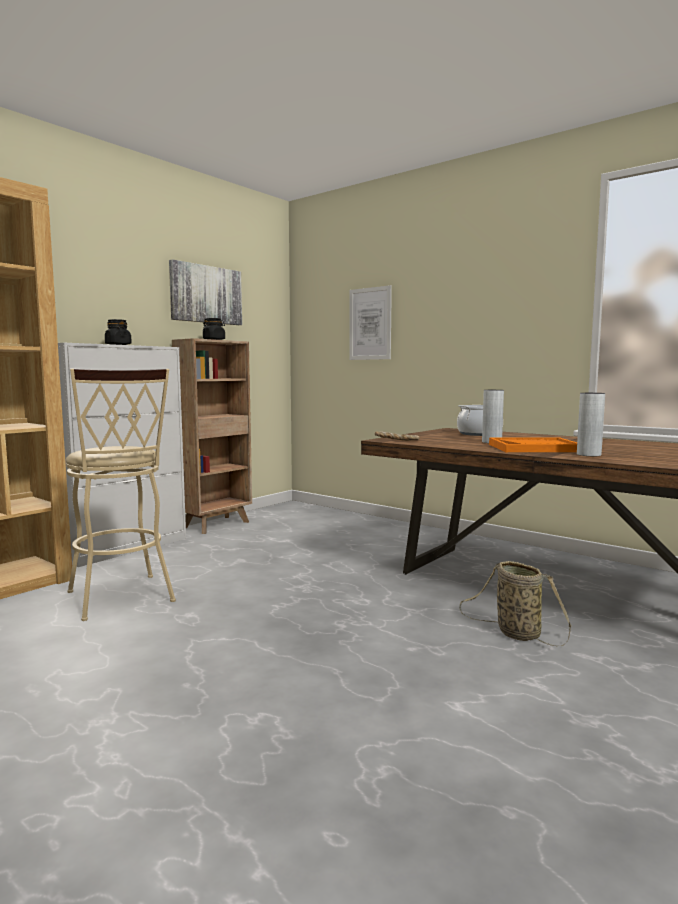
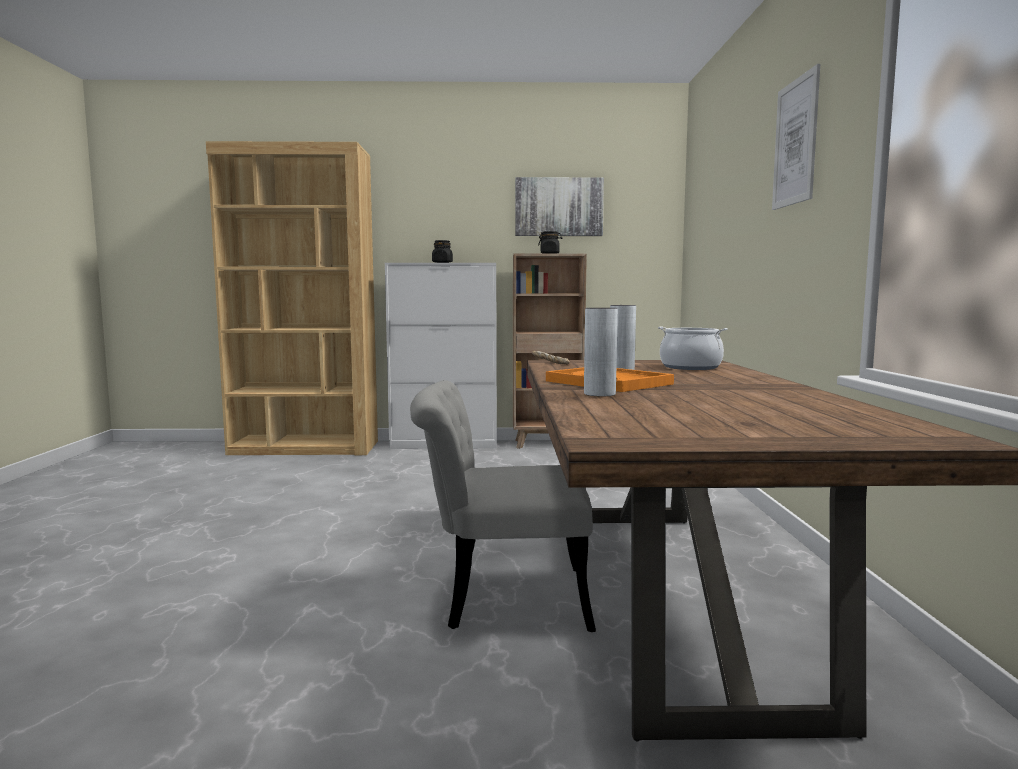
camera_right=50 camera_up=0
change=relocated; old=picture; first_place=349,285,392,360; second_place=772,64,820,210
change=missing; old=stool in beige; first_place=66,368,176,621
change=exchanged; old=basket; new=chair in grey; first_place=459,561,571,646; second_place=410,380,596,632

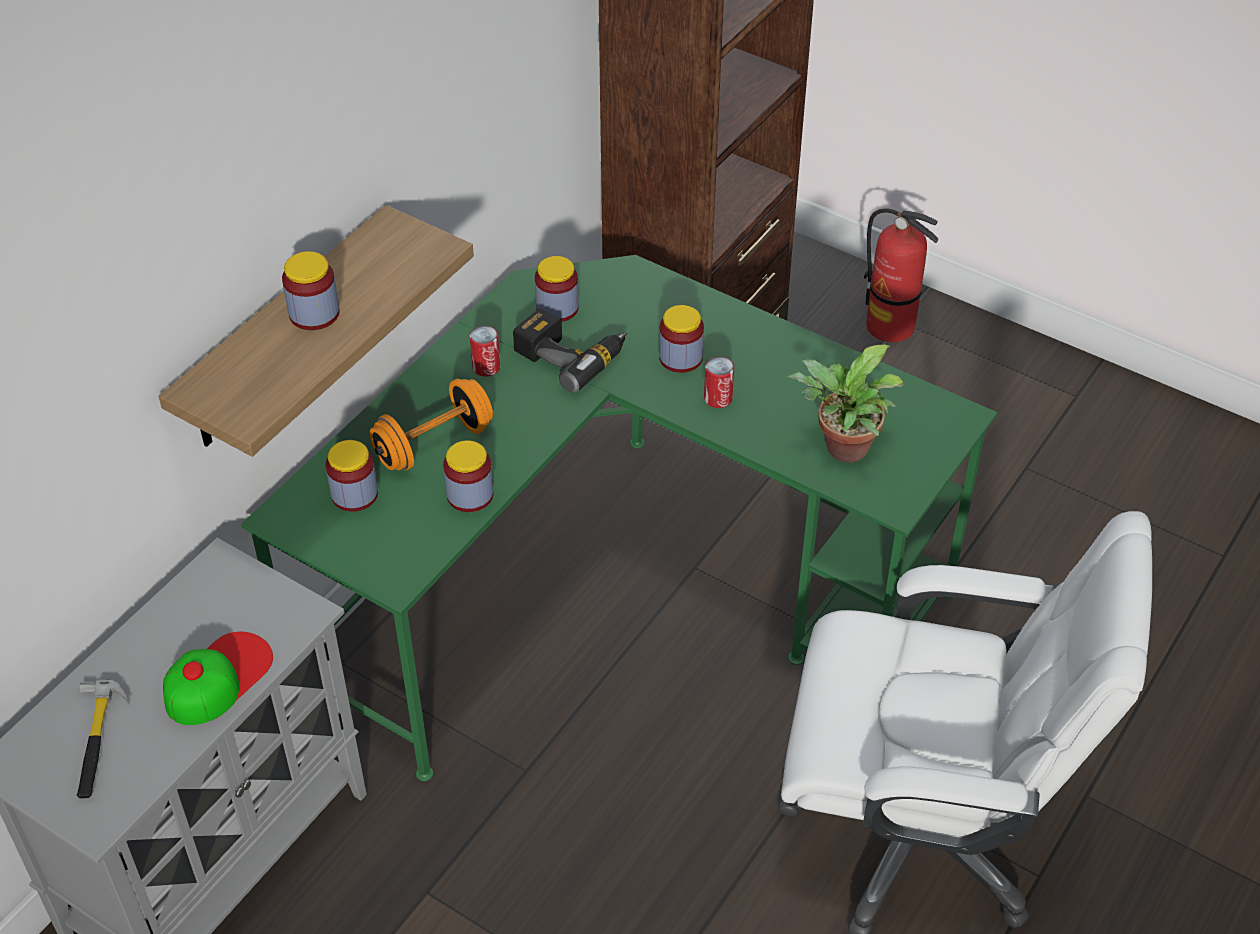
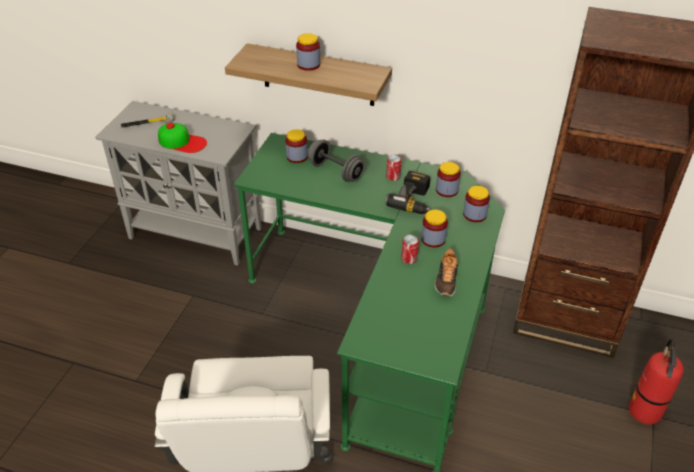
camera_right=75 camera_up=-5
change=missing; old=potted plant; first_place=788,344,904,462
change=colour; old=dumbbell in orange; new=dumbbell in grey; first_place=370,379,493,470; second_place=308,140,365,182
change=relocated; old=jar; first_place=443,440,493,512; second_place=463,186,490,222
change=appeared; new=shoe; second_place=434,248,458,297

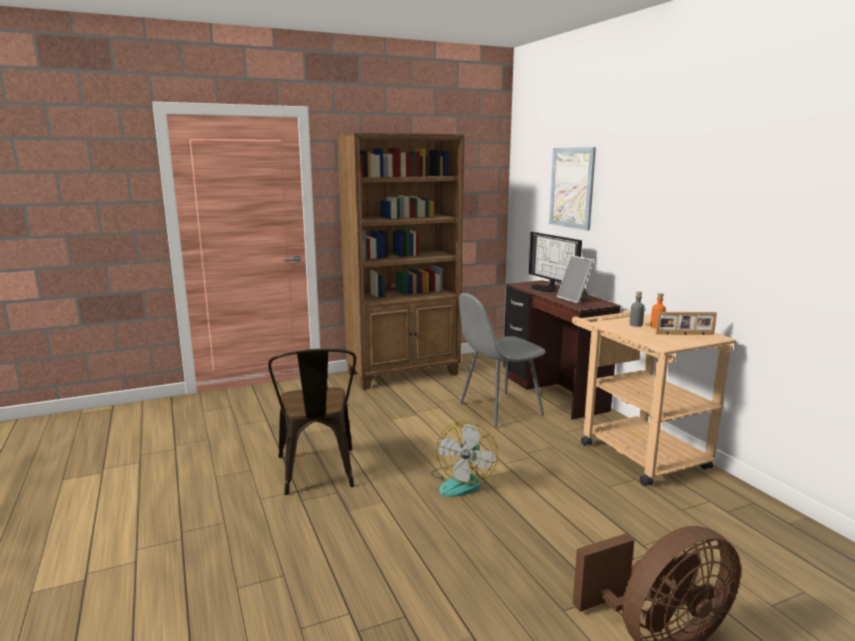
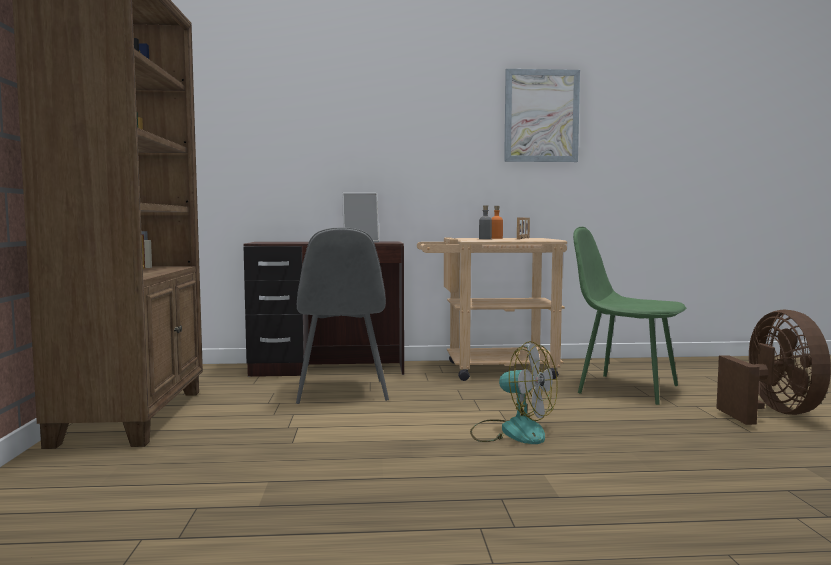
camera_right=-70 camera_up=-10
change=relocated; old=picture; first_place=549,147,596,231; second_place=504,69,580,162
change=missing; old=monitor; first_place=529,232,582,292
change=missing; old=chair in brown; first_place=268,349,356,495
change=appeared; new=chair in green; second_place=573,227,686,405

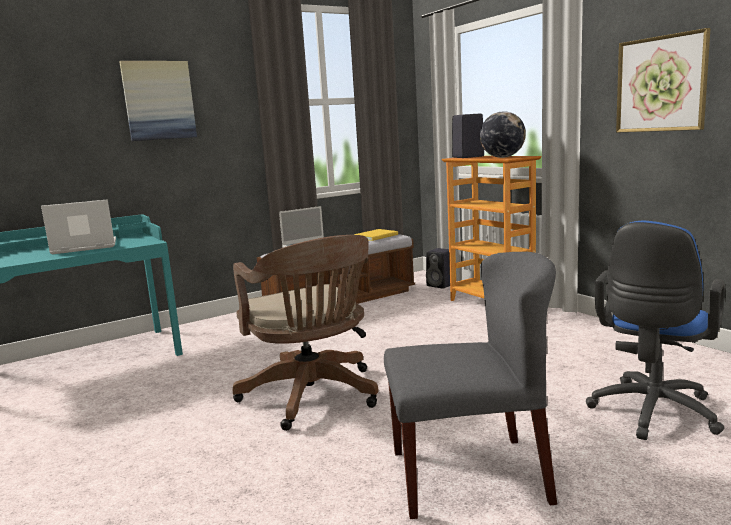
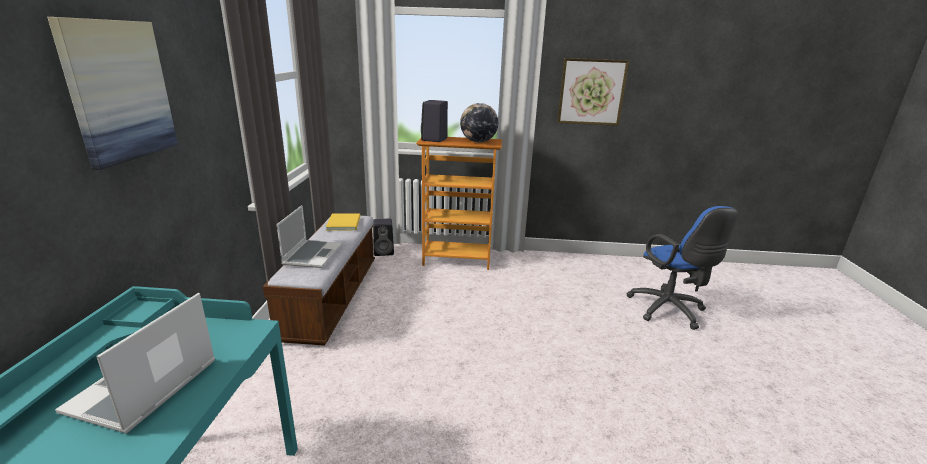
camera_right=-55 camera_up=10
change=missing; old=office chair in brown; first_place=233,235,379,431
change=missing; old=chair in grey; first_place=384,252,557,519

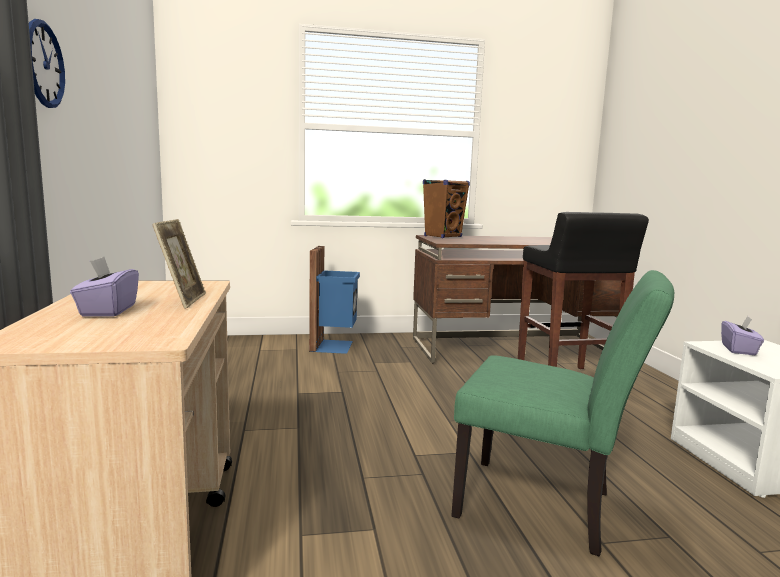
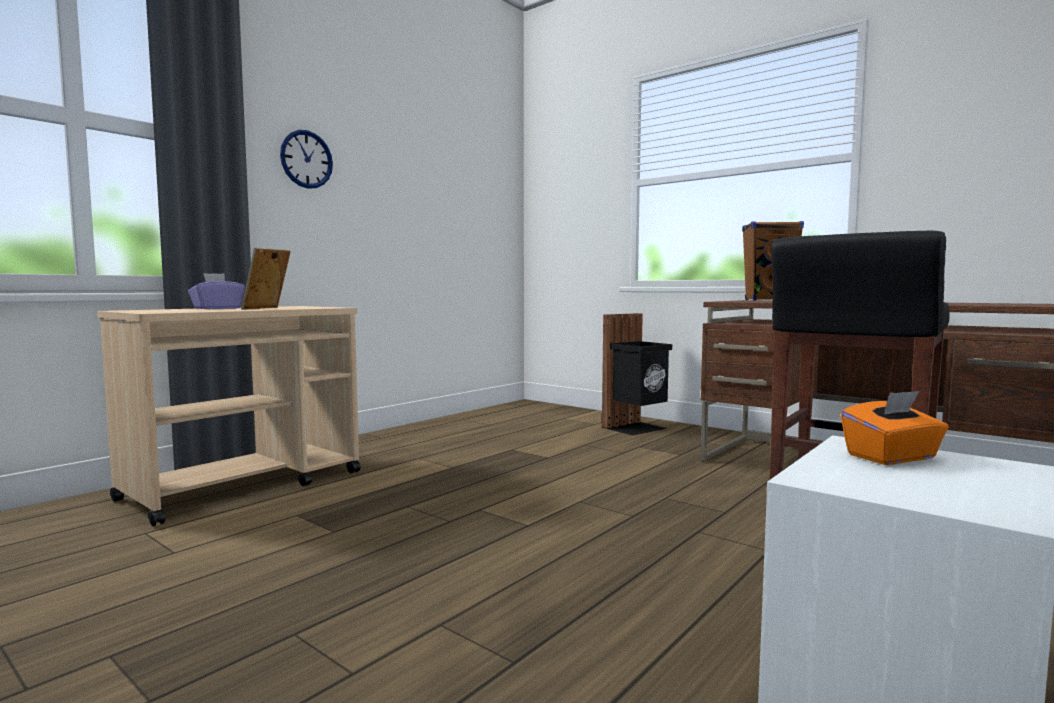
camera_right=50 camera_up=-5
change=spun; old=picture frame; first_place=152,219,206,309; second_place=241,248,291,310; degrees=150
change=colour; old=trash can in blue; new=trash can in black; first_place=309,246,360,354; second_place=601,313,672,436
change=missing; old=chair in green; first_place=451,270,674,556
change=colour; old=tissue box in purple; new=tissue box in orange; first_place=721,316,764,355; second_place=841,391,949,465

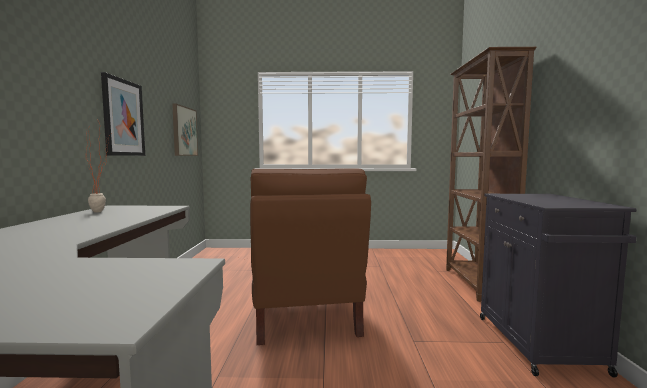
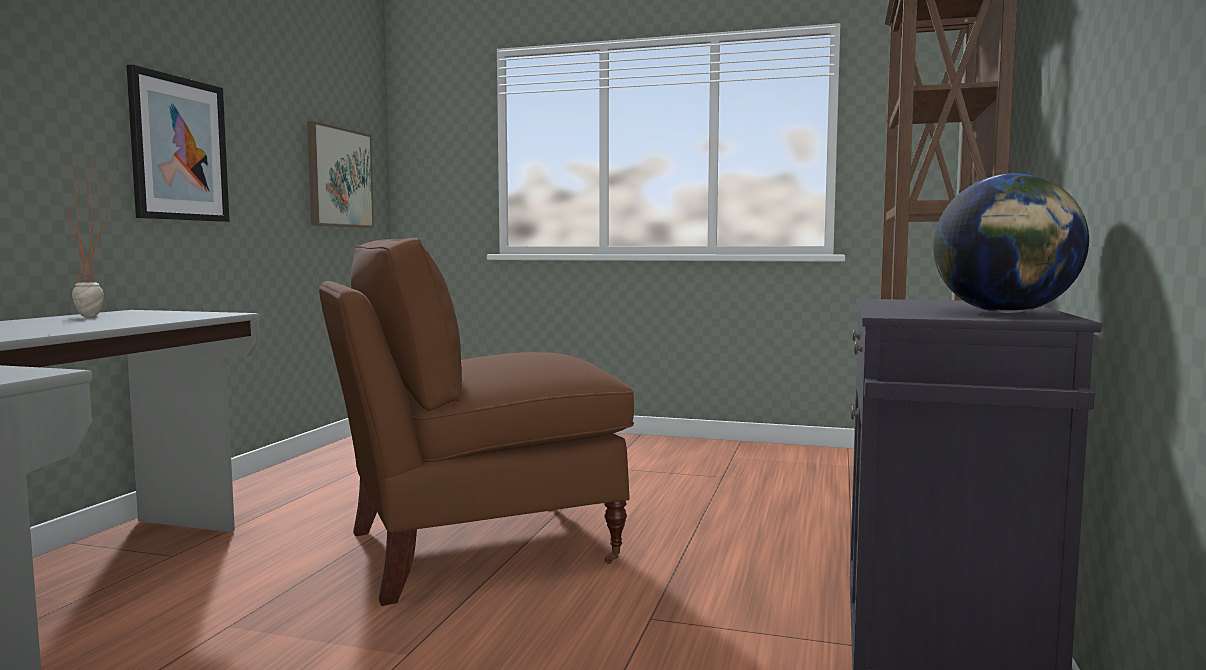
camera_right=15 camera_up=0
change=spun; old=chair in brown; first_place=250,168,371,345; second_place=319,238,634,606; degrees=60
change=appeared; new=globe; second_place=933,173,1089,313

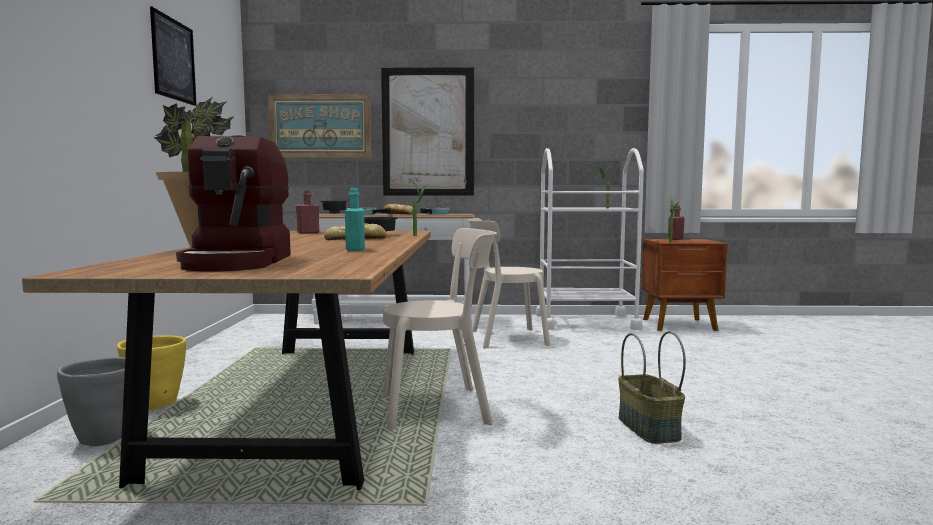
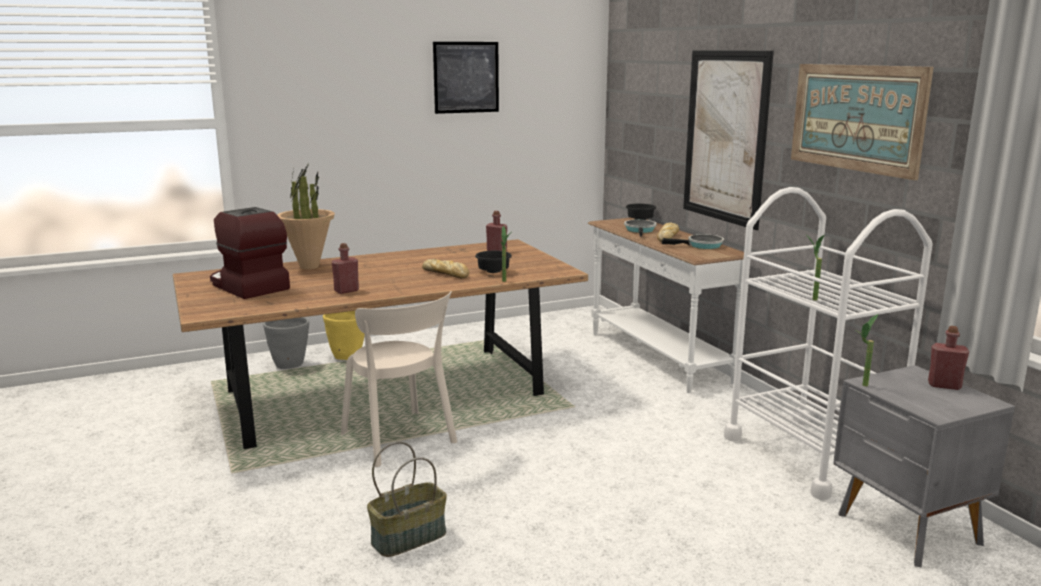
camera_right=65 camera_up=10
change=relocated; old=picture; first_place=268,94,371,158; second_place=791,64,934,180
change=spun; old=coffee machine; first_place=176,135,291,272; second_place=210,207,290,299; degrees=75
change=colour; old=bottle in turquoise; new=bottle in red; first_place=345,188,365,251; second_place=332,243,359,294
change=missing; old=chair in beige; first_place=468,218,550,348
change=colour; old=nightstand in brown; new=nightstand in grey; first_place=641,239,728,331; second_place=833,365,1015,567

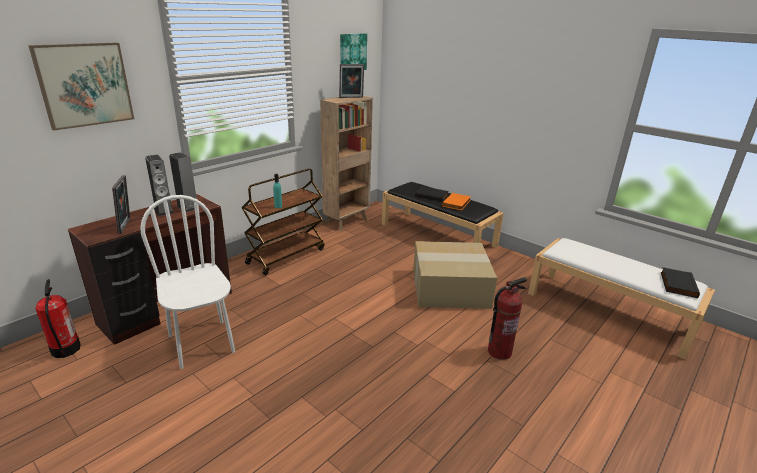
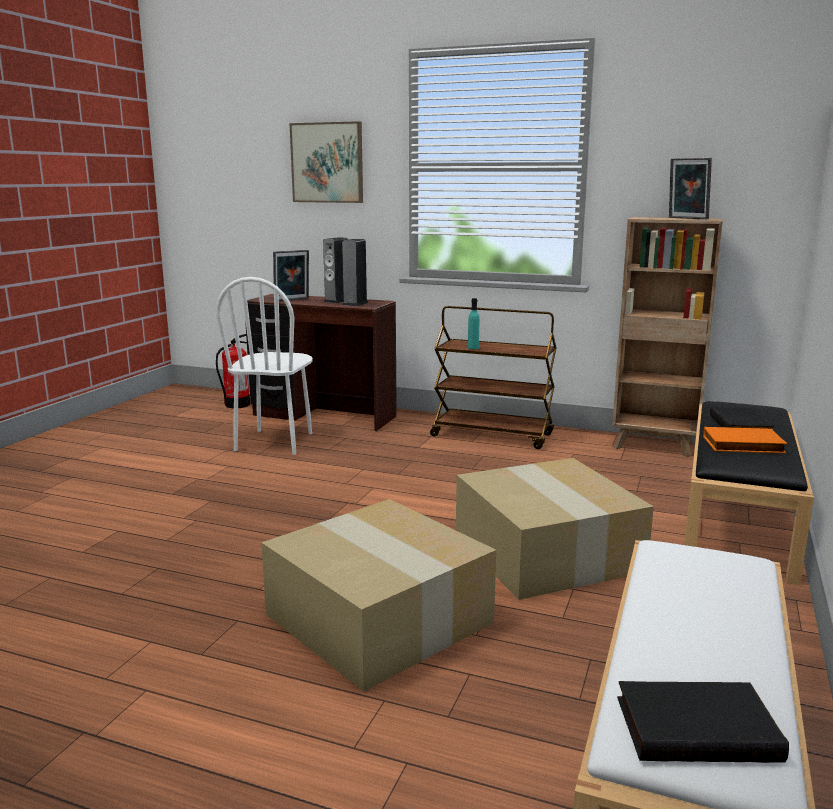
camera_right=70 camera_up=-10
change=missing; old=picture; first_place=340,33,367,70
change=spun; old=chair in white; first_place=140,195,235,369; second_place=216,277,313,455; degrees=150
change=exchanged; old=fire extinguisher; new=cardboard box; first_place=488,277,527,360; second_place=261,499,496,692

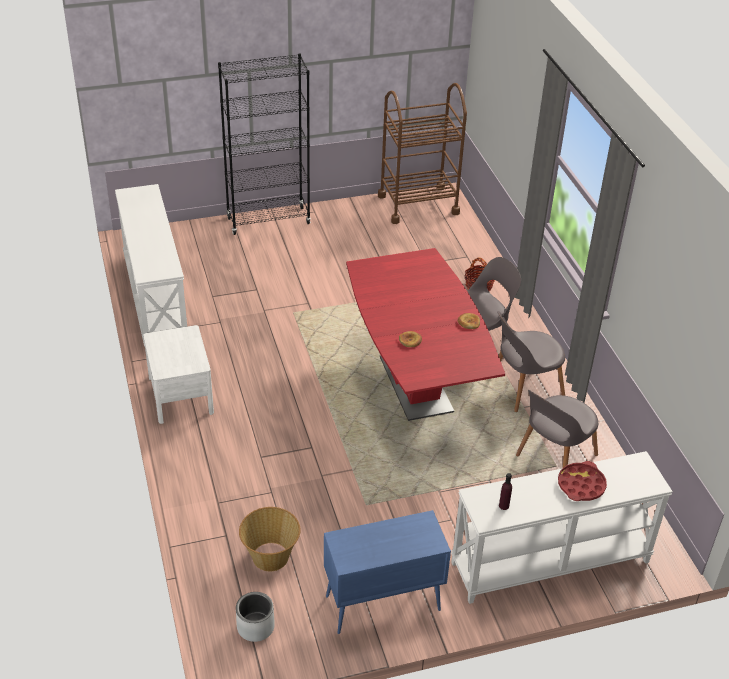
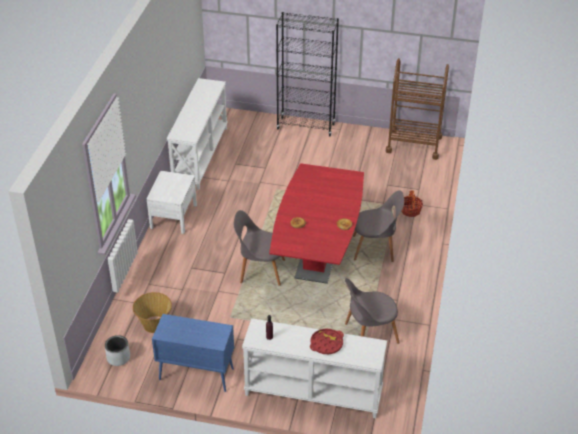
camera_right=30 camera_up=0
change=relocated; old=chair in grey; first_place=497,311,565,412; second_place=234,210,285,286

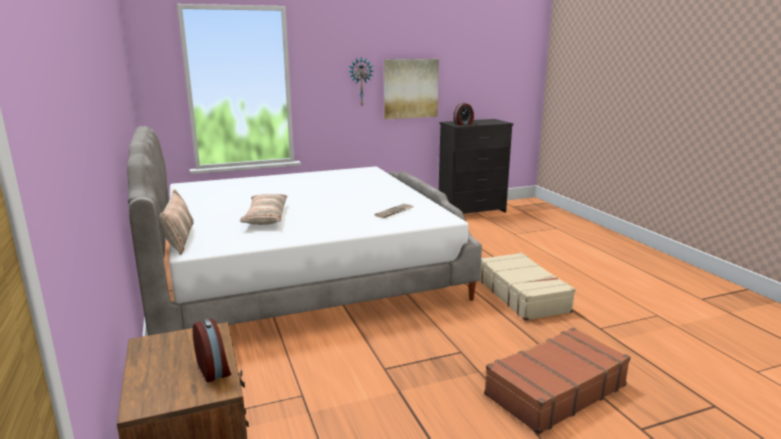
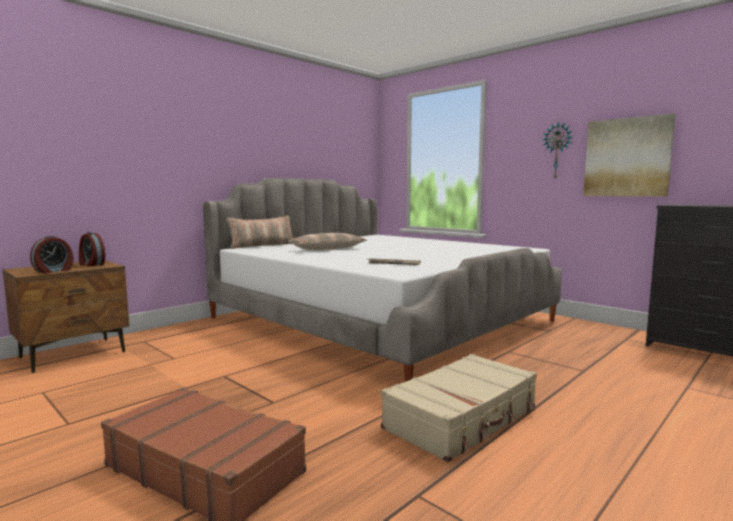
camera_right=65 camera_up=-10
change=relocated; old=alarm clock; first_place=453,103,474,125; second_place=79,232,105,266

